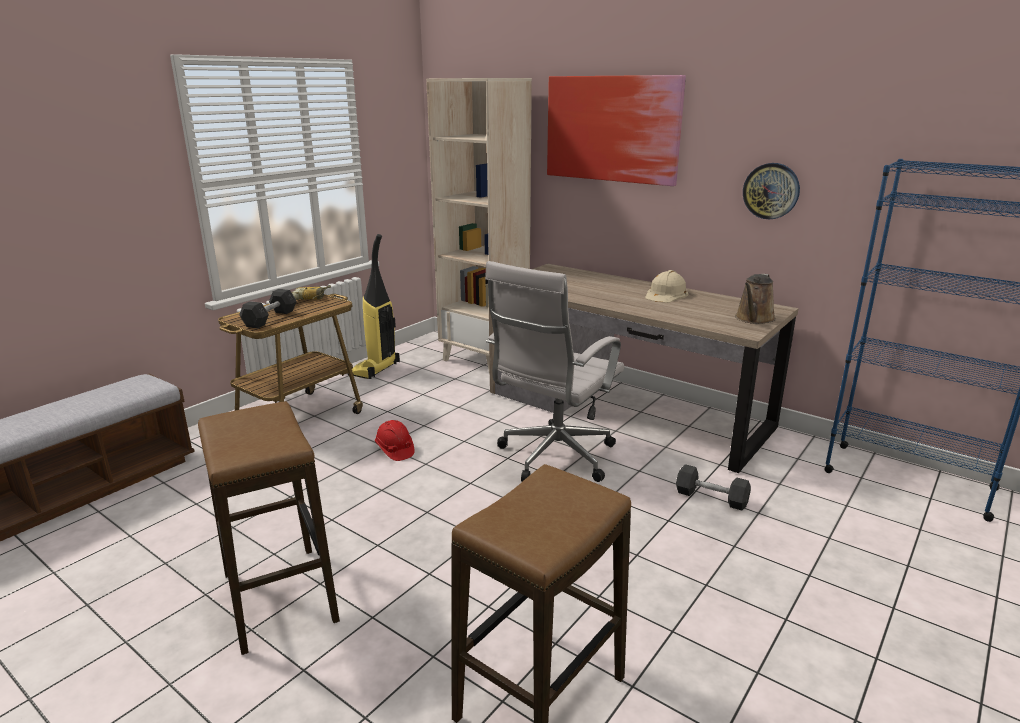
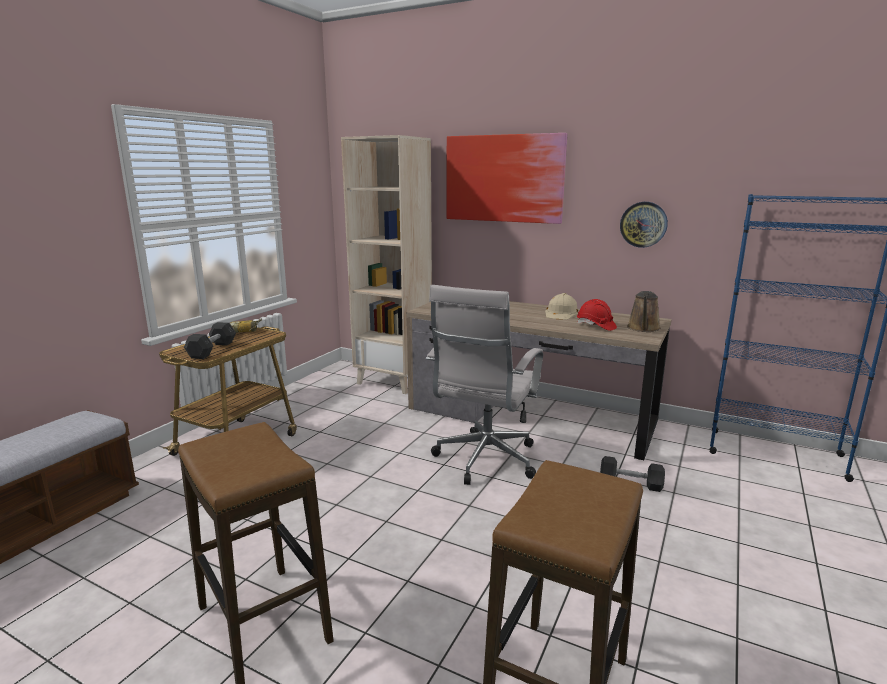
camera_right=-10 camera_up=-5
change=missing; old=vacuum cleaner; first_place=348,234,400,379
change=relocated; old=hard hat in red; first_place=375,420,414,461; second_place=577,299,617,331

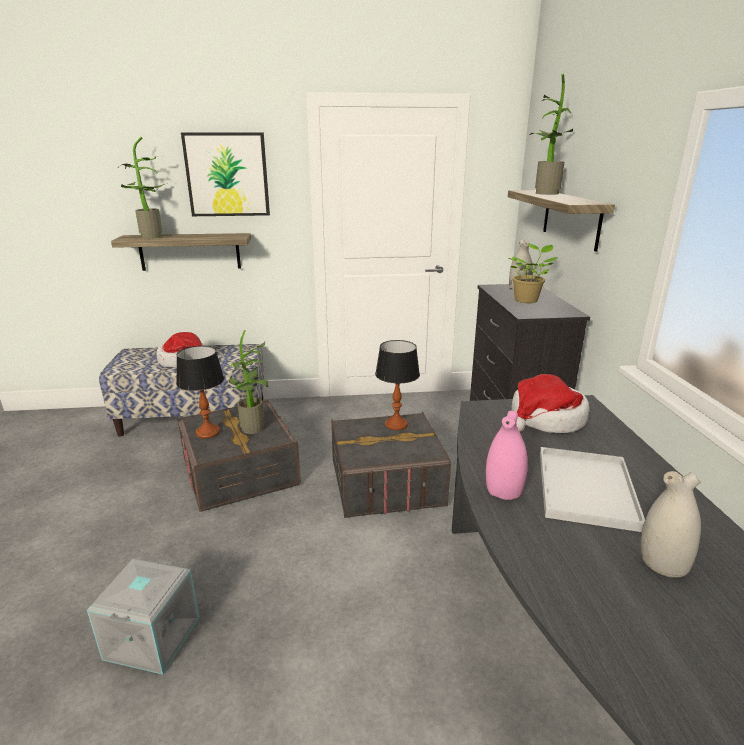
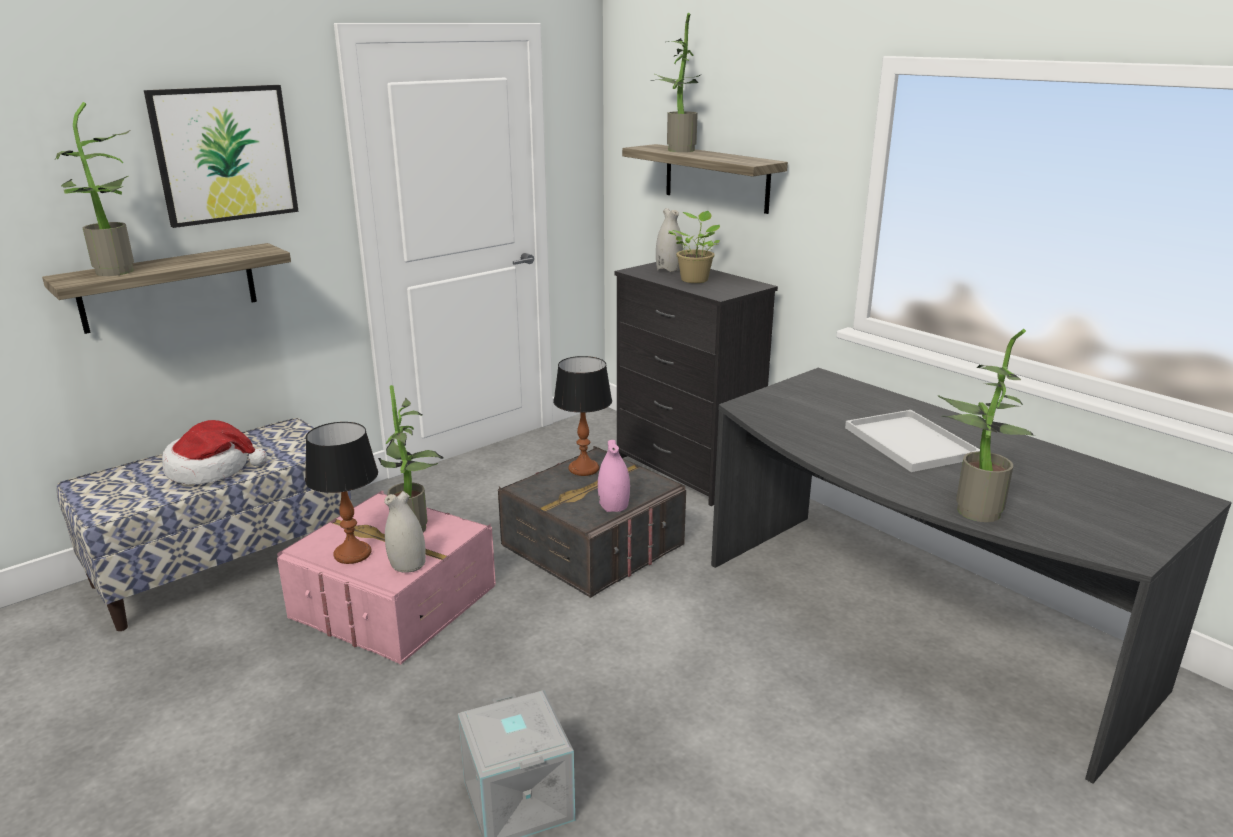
camera_right=-35 camera_up=0
change=missing; old=hat; first_place=512,374,589,433
change=colour; old=storage box in grey; new=storage box in pink; first_place=178,400,301,512; second_place=277,491,496,665
change=relocated; old=vase in pink; first_place=486,411,528,500; second_place=598,440,630,512
change=relocated; old=vase in white; first_place=641,471,701,578; second_place=384,491,426,573
change=appeared; new=potted plant; second_place=938,329,1035,522

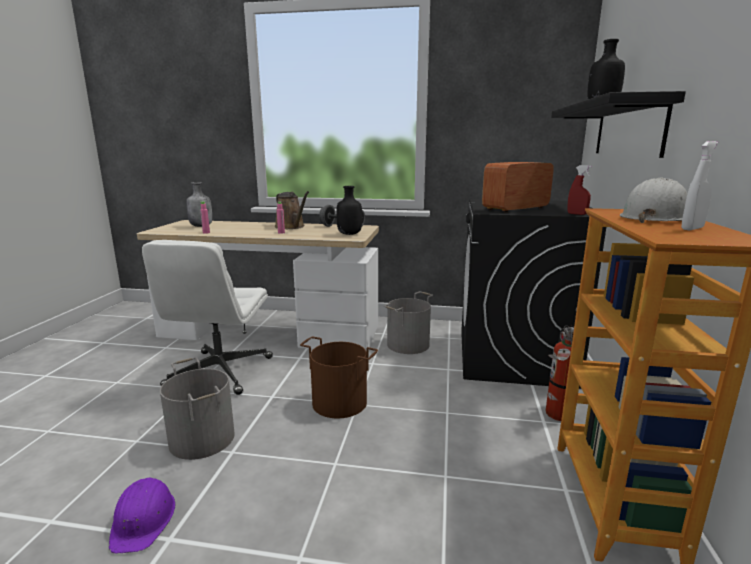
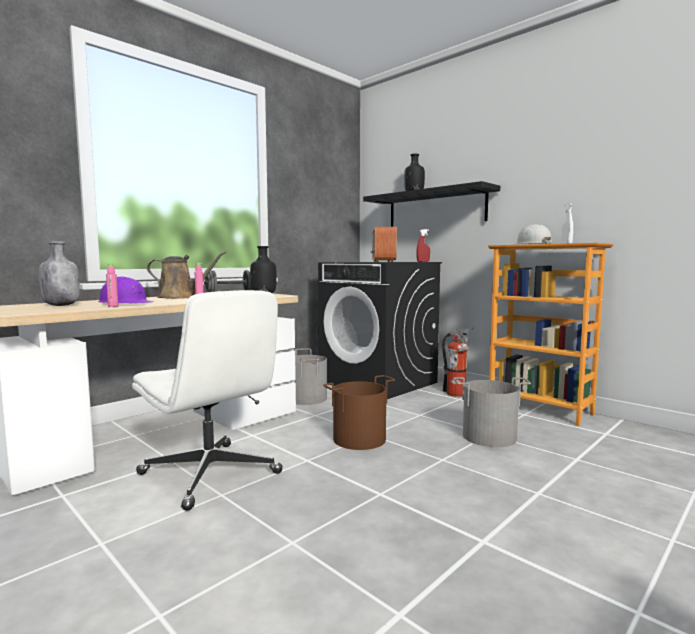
camera_right=-55 camera_up=-10
change=relocated; old=bucket in grey; first_place=160,357,235,460; second_place=453,377,531,447
change=relocated; old=hard hat in purple; first_place=109,478,175,553; second_place=98,277,154,304

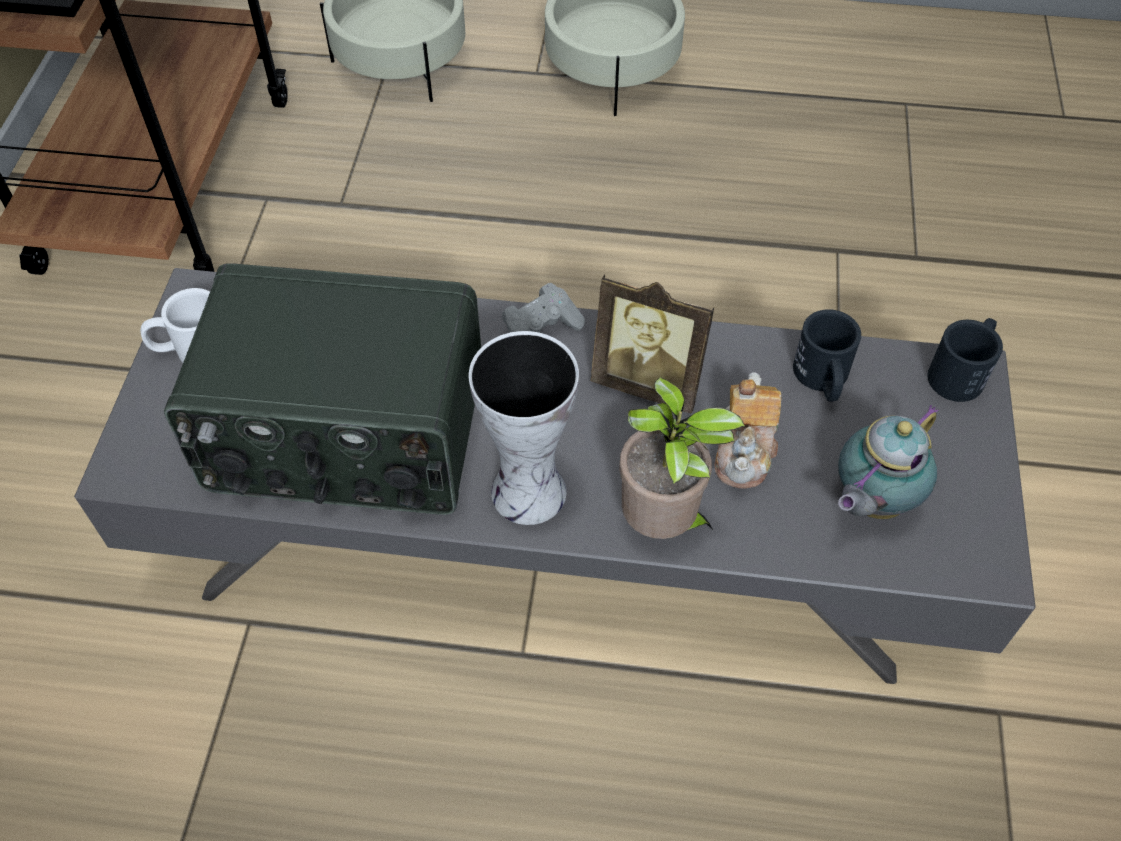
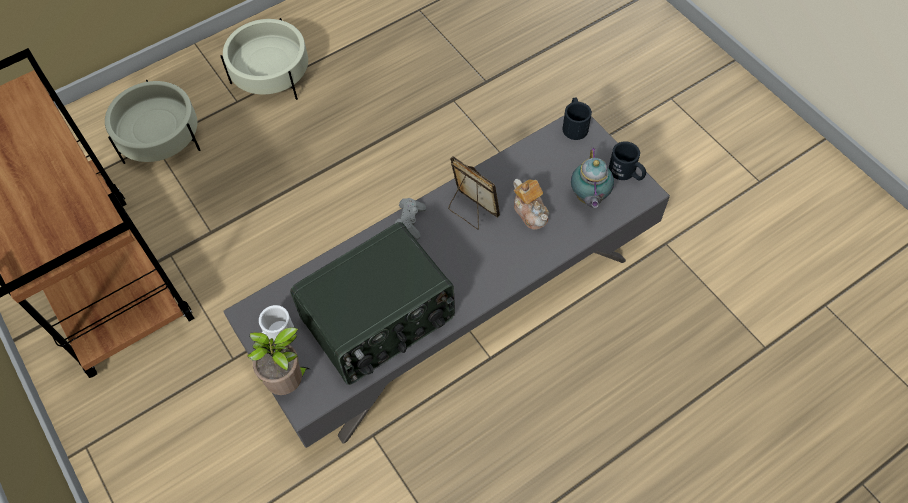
camera_right=-40 camera_up=5
change=spun; old=picture frame; first_place=591,274,714,413; second_place=448,156,500,230; degrees=-120
change=relocated; old=mug in black; first_place=793,309,861,402; second_place=609,141,646,181
change=missing; old=vase; first_place=469,331,579,525
change=relocated; old=potted plant; first_place=619,377,745,539; second_place=247,327,309,395

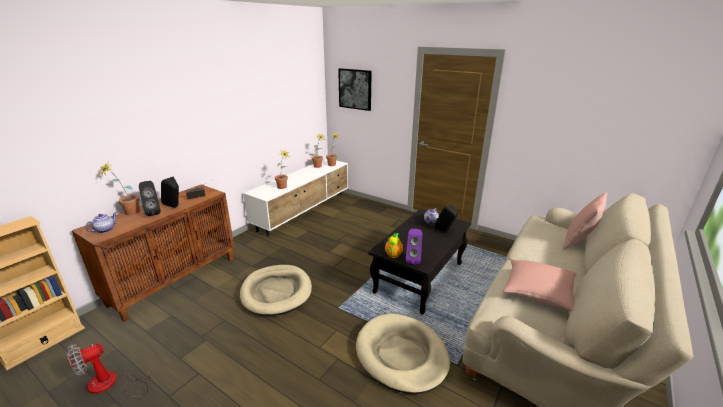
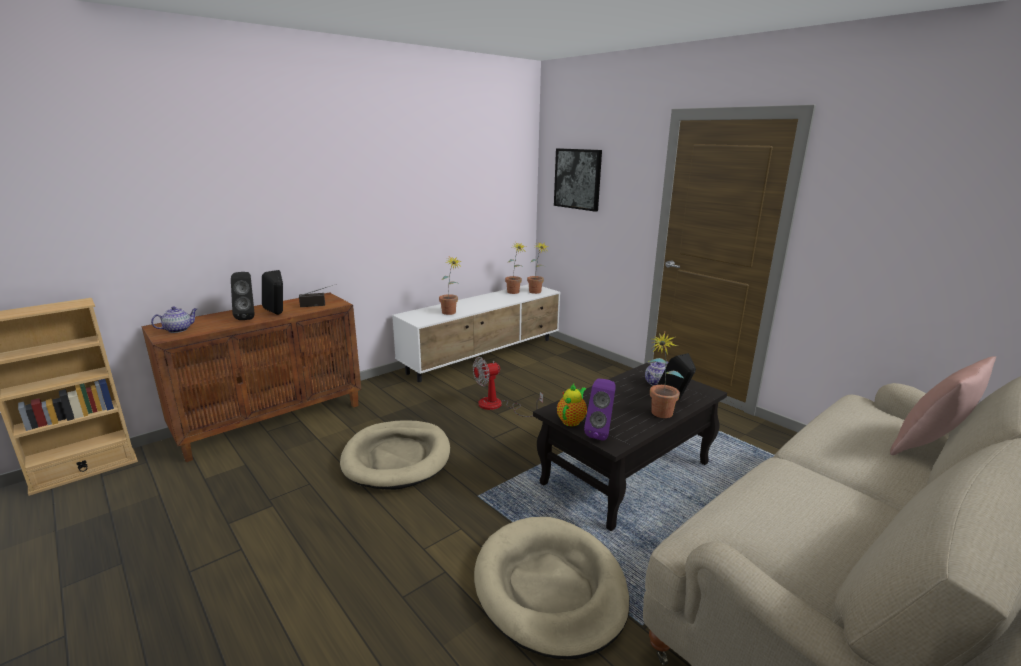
camera_right=15 camera_up=-5
change=relocated; old=potted plant; first_place=99,162,140,215; second_place=647,332,684,418
change=missing; old=pillow in pink; first_place=503,259,577,311
change=relocated; old=fan; first_place=67,343,152,397; second_place=473,357,543,417

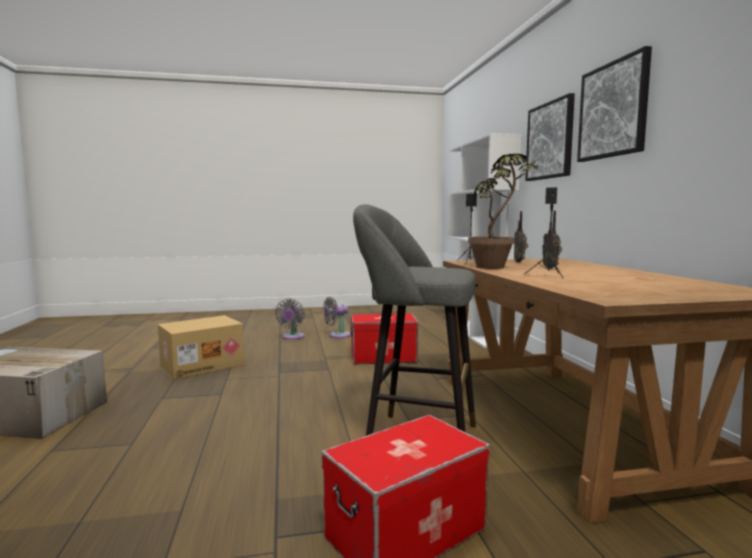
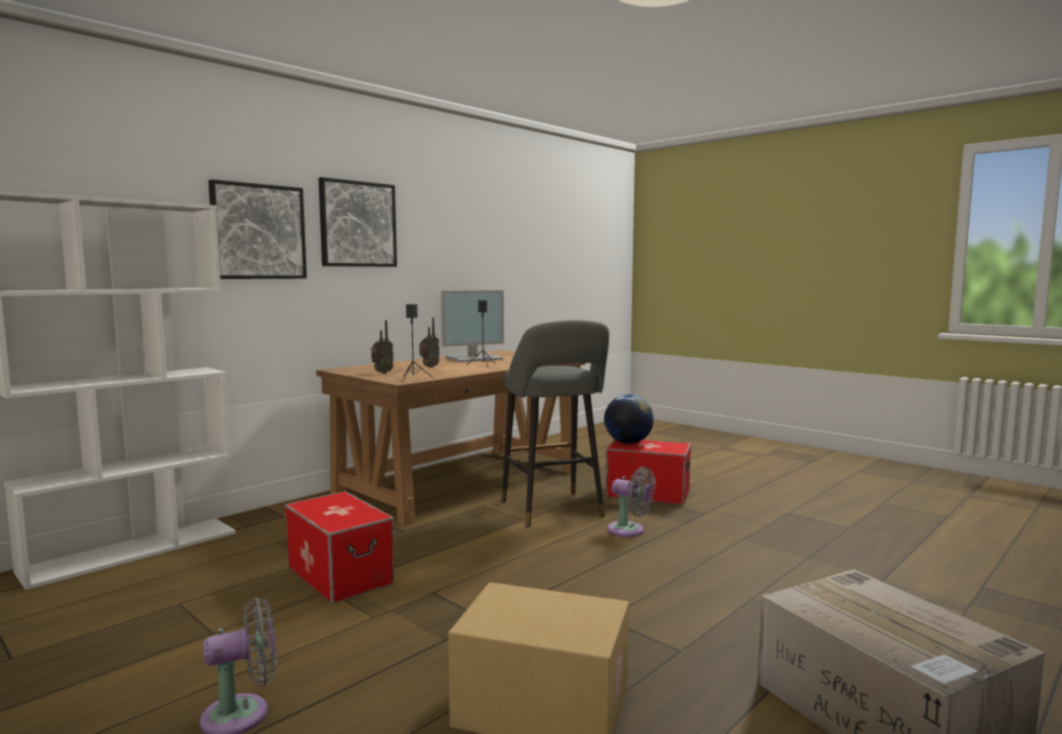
camera_right=-125 camera_up=0
change=missing; old=potted plant; first_place=468,154,541,269
change=relocated; old=fan in grey; first_place=323,297,351,338; second_place=607,467,656,537
change=appeared; new=monitor; second_place=441,290,504,363
change=appeared; new=globe; second_place=604,394,654,444

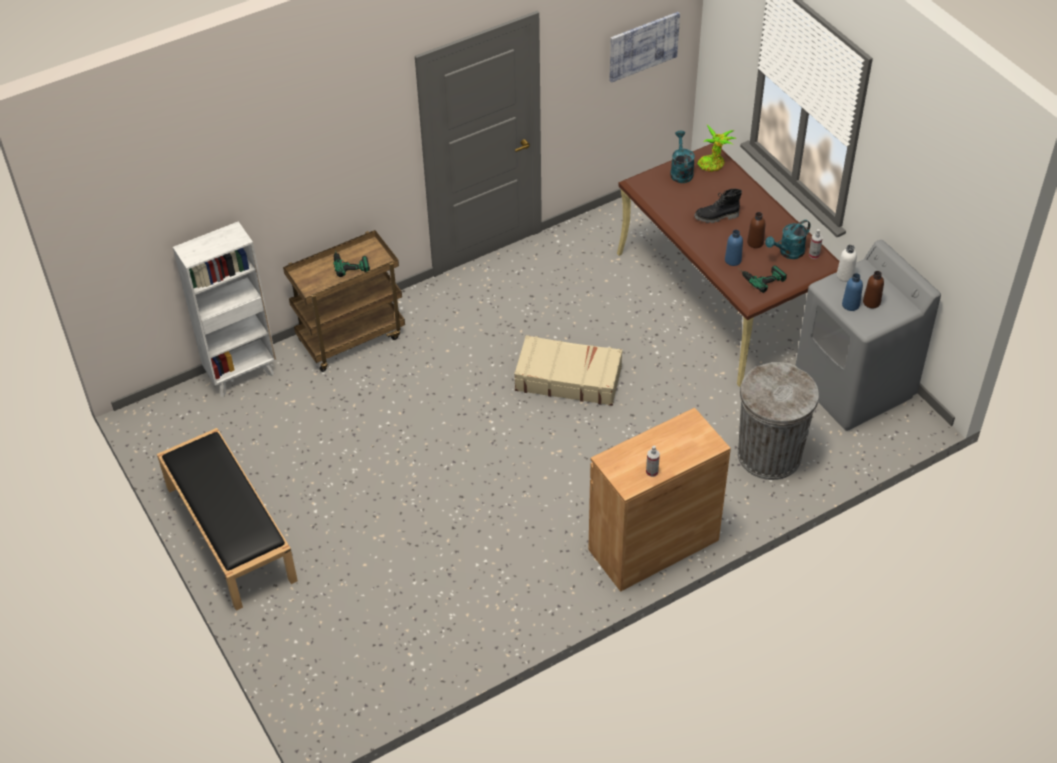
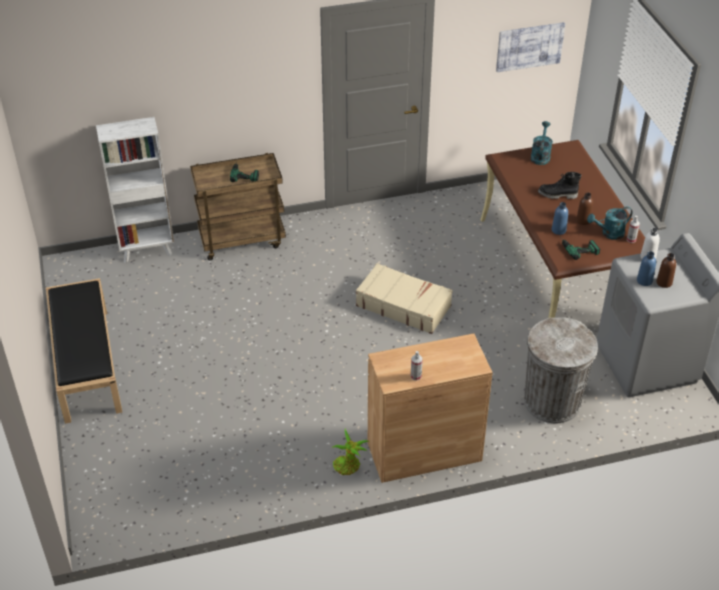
camera_right=15 camera_up=-5
change=relocated; old=potted plant; first_place=697,125,737,172; second_place=332,429,368,475

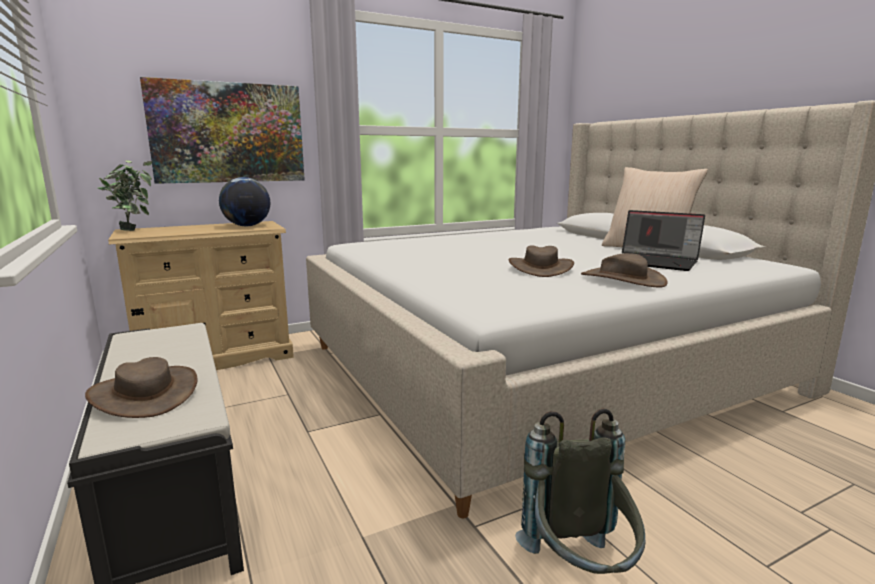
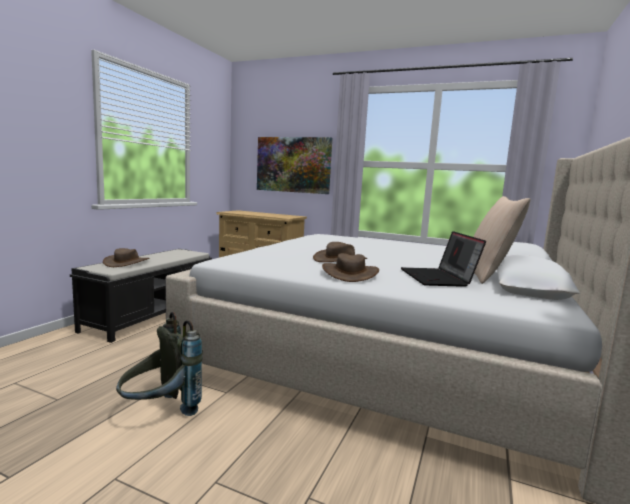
camera_right=50 camera_up=-5
change=missing; old=potted plant; first_place=98,160,152,231
change=missing; old=globe; first_place=219,177,270,226

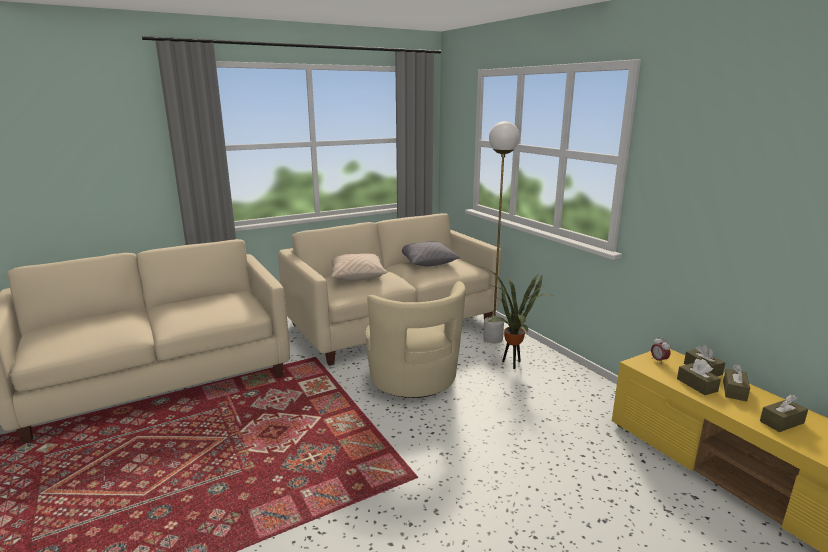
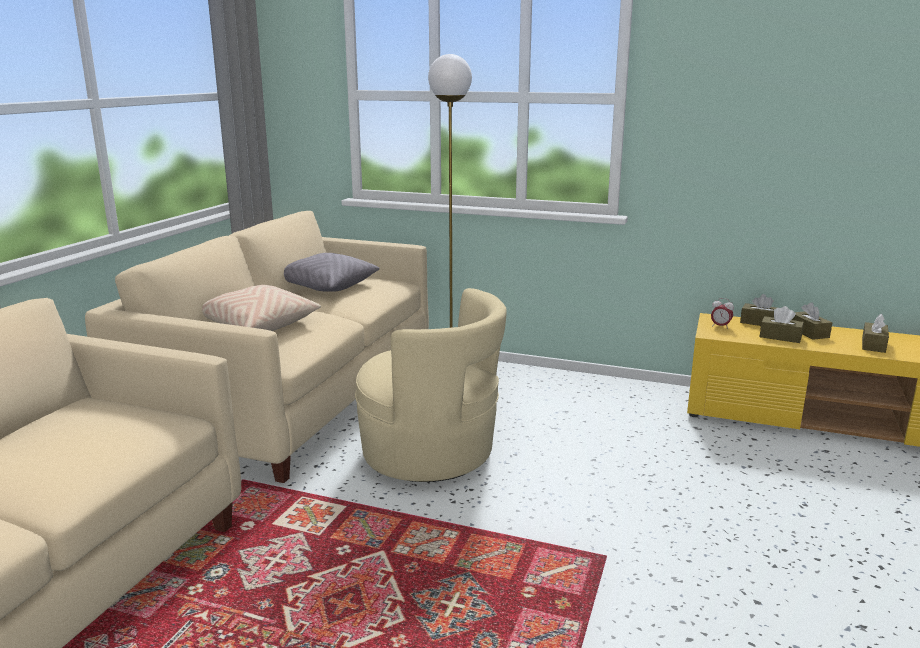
camera_right=-40 camera_up=0
change=missing; old=potted plant; first_place=482,267,554,369

